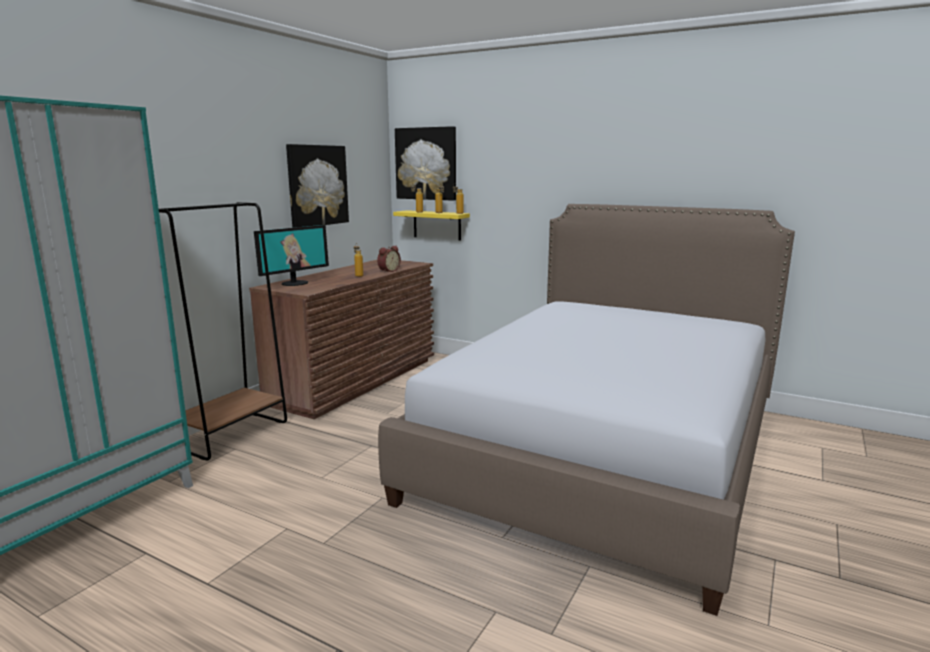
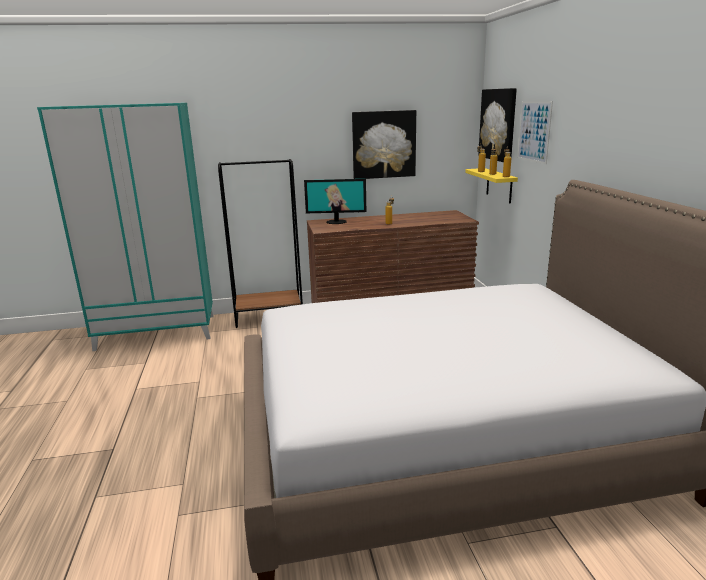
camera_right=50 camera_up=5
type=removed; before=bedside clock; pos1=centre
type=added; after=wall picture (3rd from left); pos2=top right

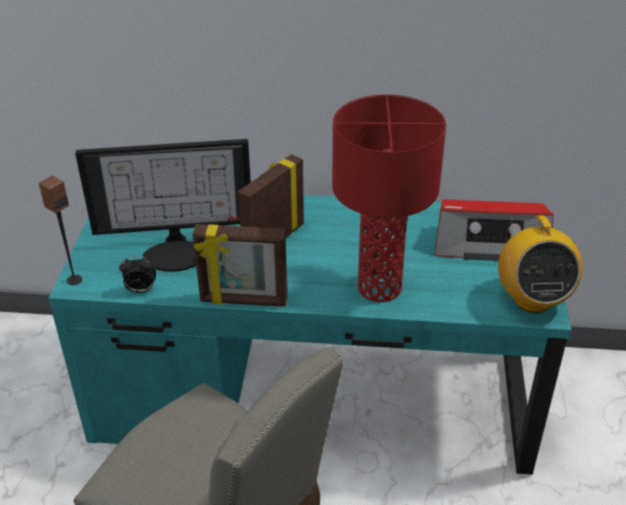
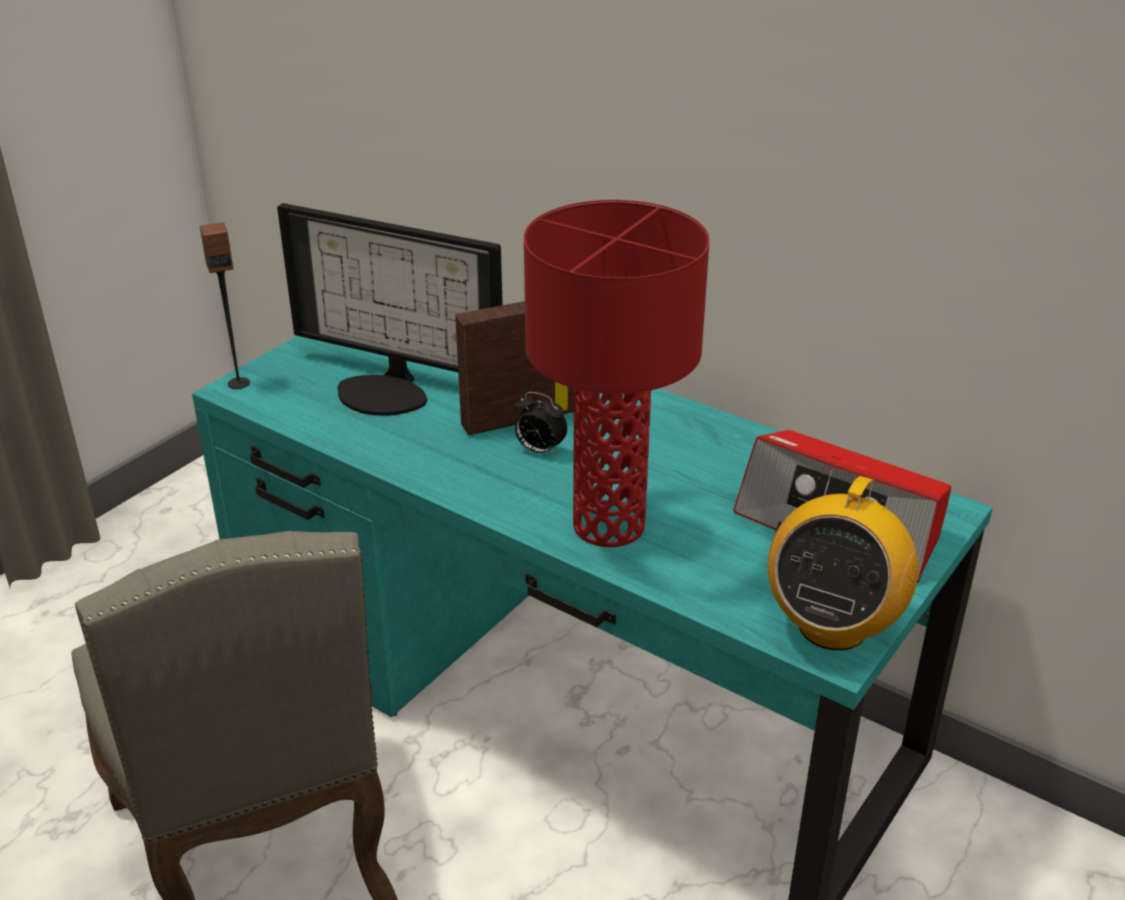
camera_right=30 camera_up=-5
type=removed; before=photo frame (1st from left); pos1=centre
type=moved; before=bedside clock; pos1=middle left; pos2=centre

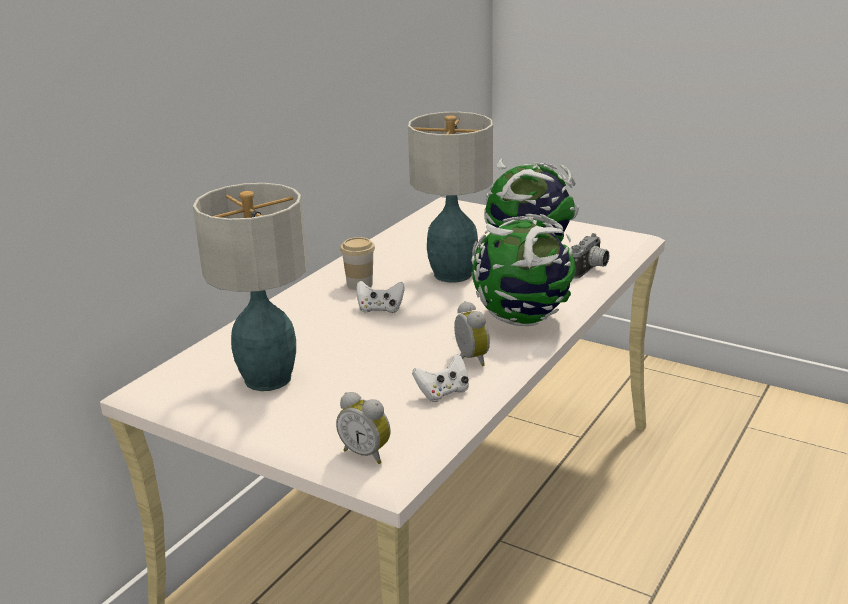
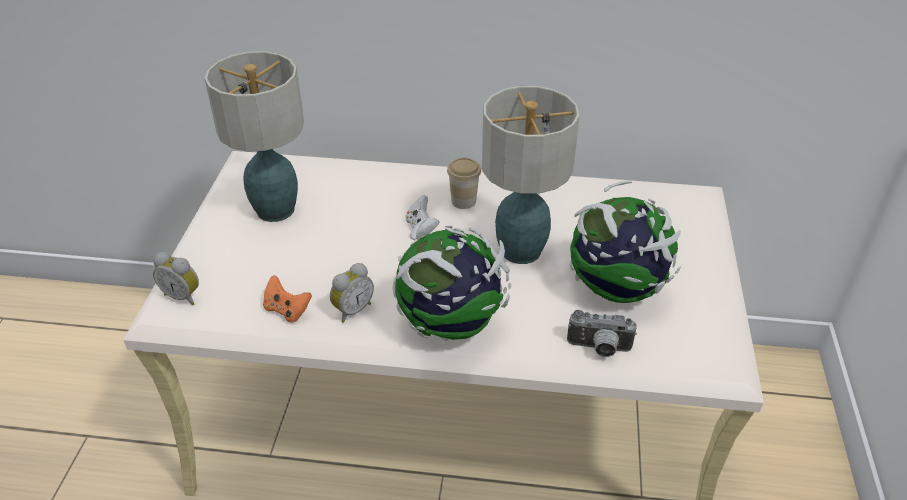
camera_right=65 camera_up=15
type=recoloured; before=joypad (white) (2nd from left); after=joypad (orangey); pos1=centre; pos2=middle left
type=turned; before=bedside clock (1st from left); pos1=bottom centre; pos2=middle left; turn=-75

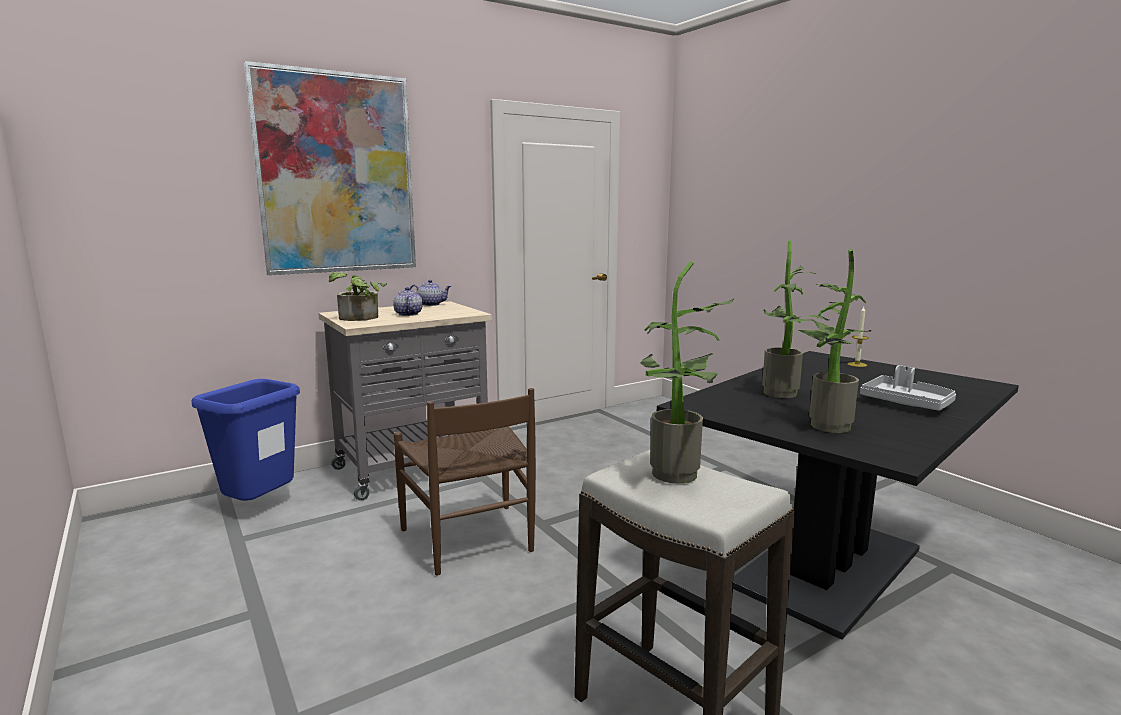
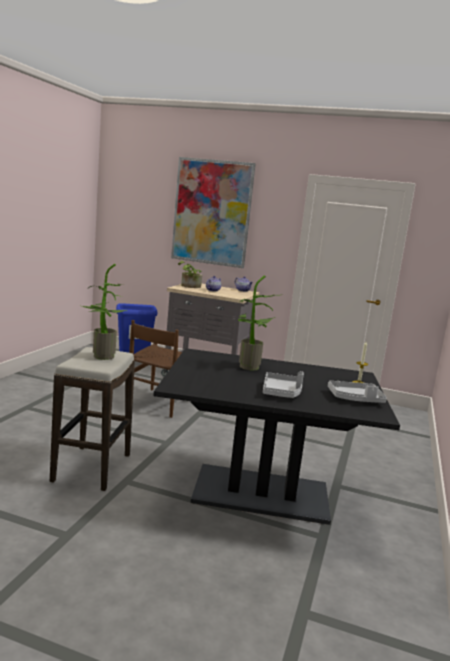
camera_right=50 camera_up=0
type=removed; before=plant in a pot (4th from left); pos1=middle right
type=added; after=serving tray (gray) (2nd from left); pos2=middle right

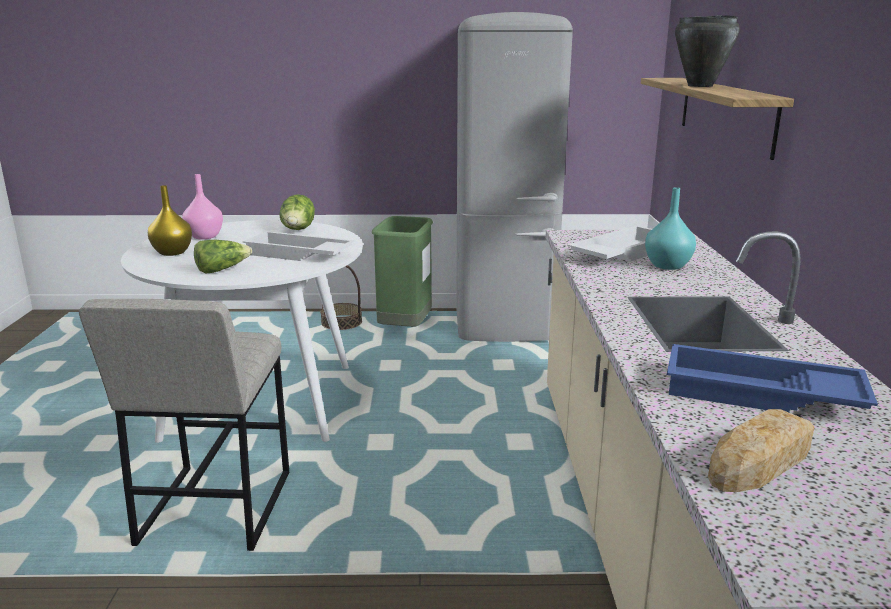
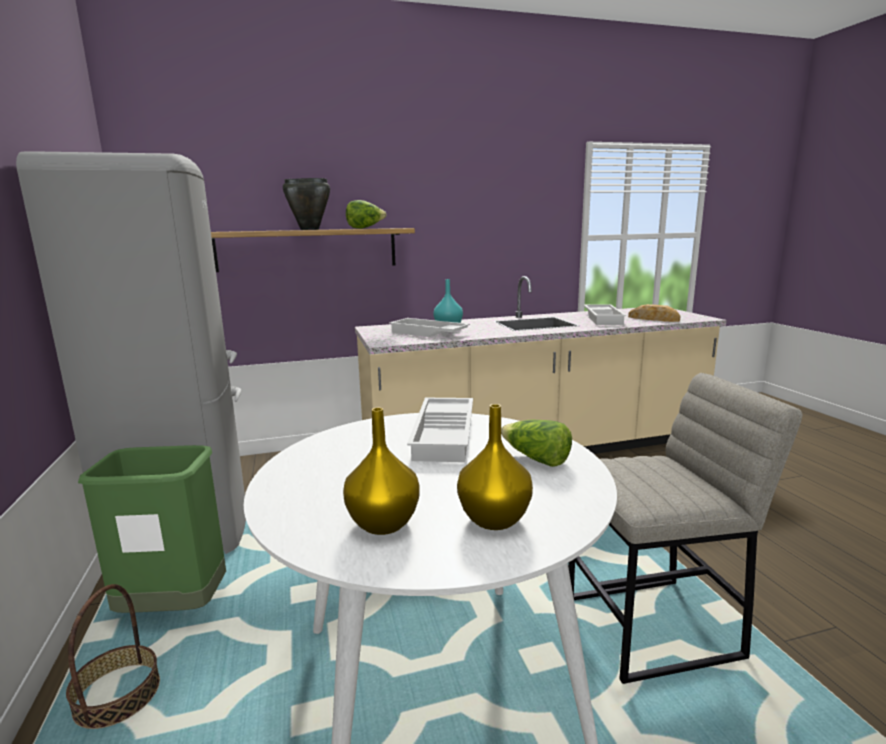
camera_right=-105 camera_up=-5
type=recoloured; before=vase (pinkish); after=vase (yellowish) (1st from left); pos1=middle left; pos2=centre
type=moved; before=lettuce (2nd from left in the first image); after=lettuce (1st from left); pos1=centre; pos2=top centre
type=recoloured; before=serving tray (blue-coloured); after=serving tray (white) (3rd from left); pos1=middle right; pos2=middle right

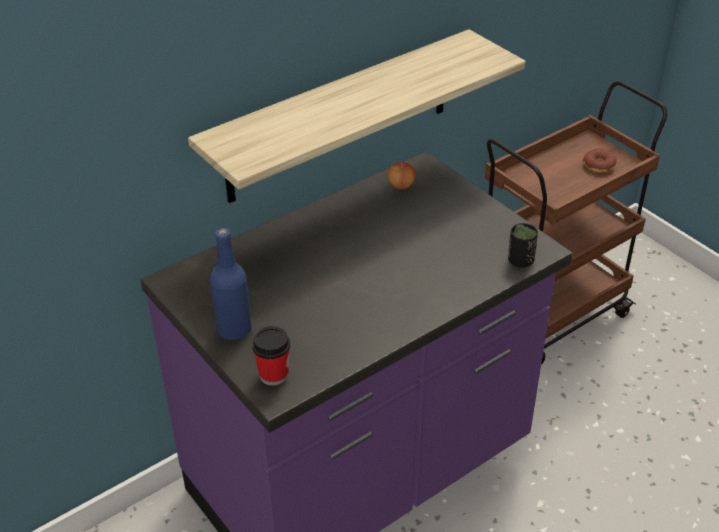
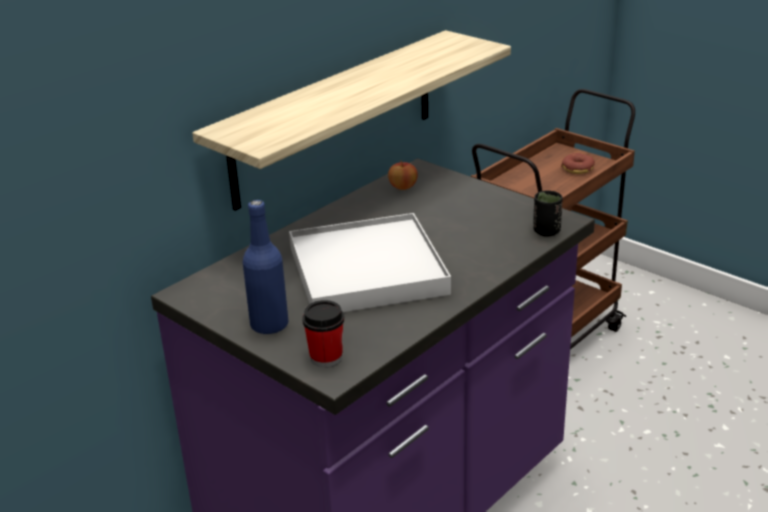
camera_right=-10 camera_up=-10
type=added; after=serving tray (white); pos2=centre

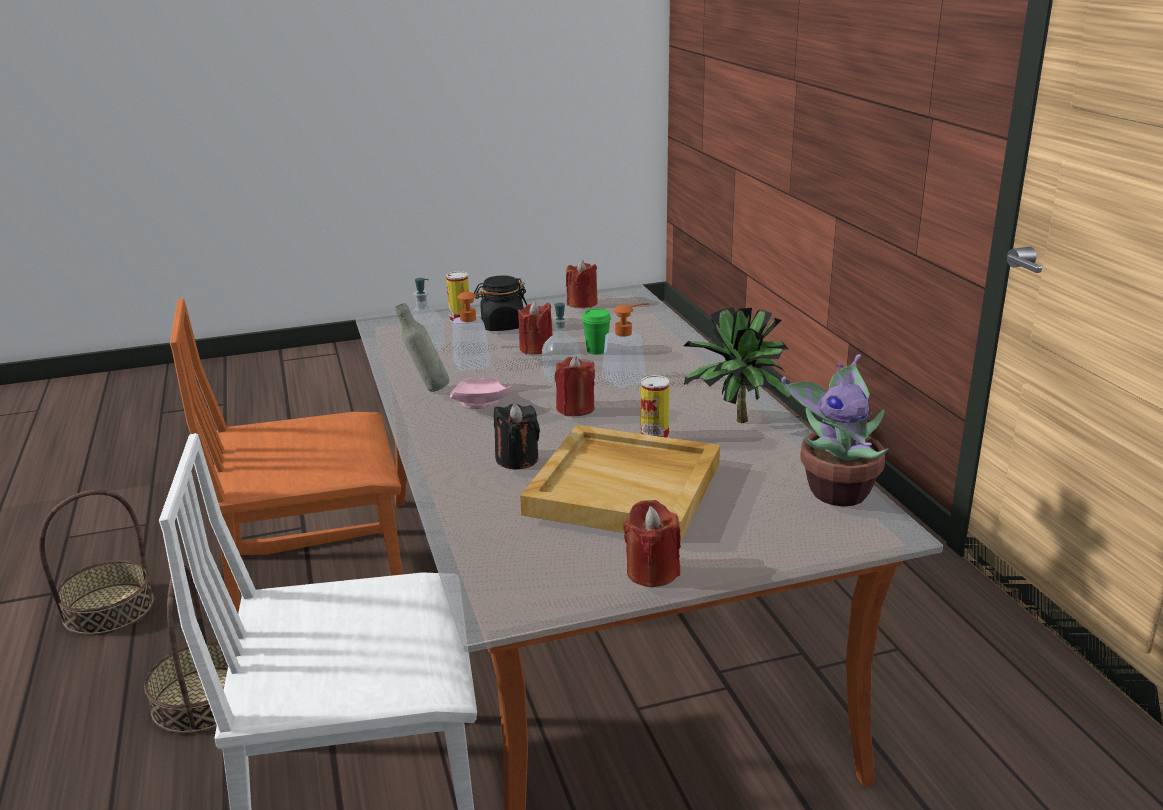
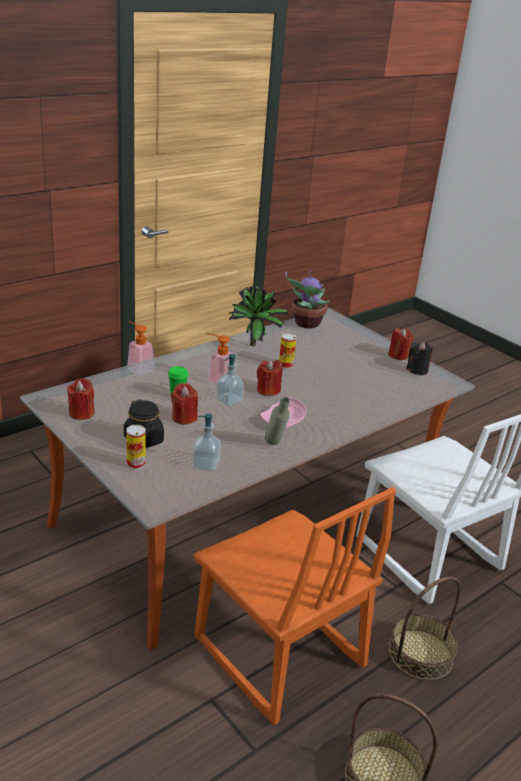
camera_right=-115 camera_up=5
type=moved; before=soap bottle (2nd from left in the first image); after=soap bottle (1st from left); pos1=centre; pos2=middle left
type=moved; before=wax candle (blackish); pos1=centre; pos2=middle right
type=removed; before=serving tray (sand-coloured); pos1=centre

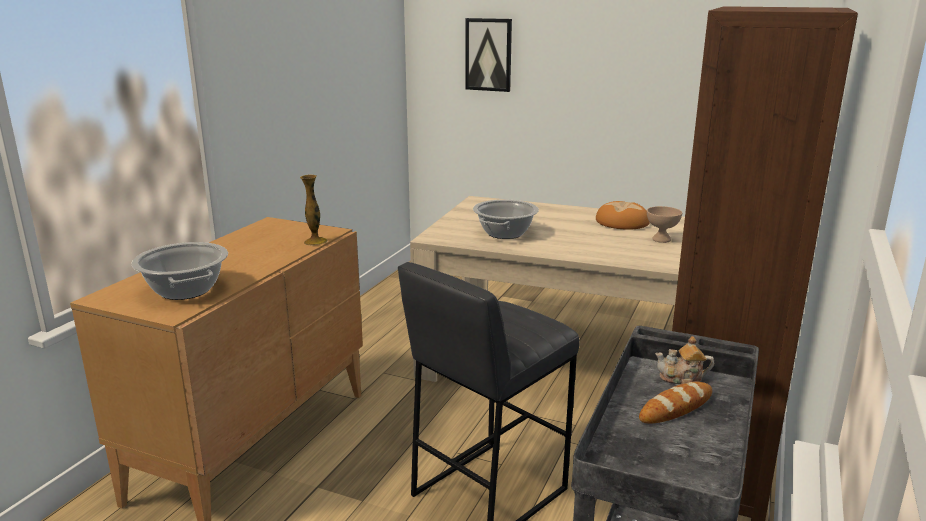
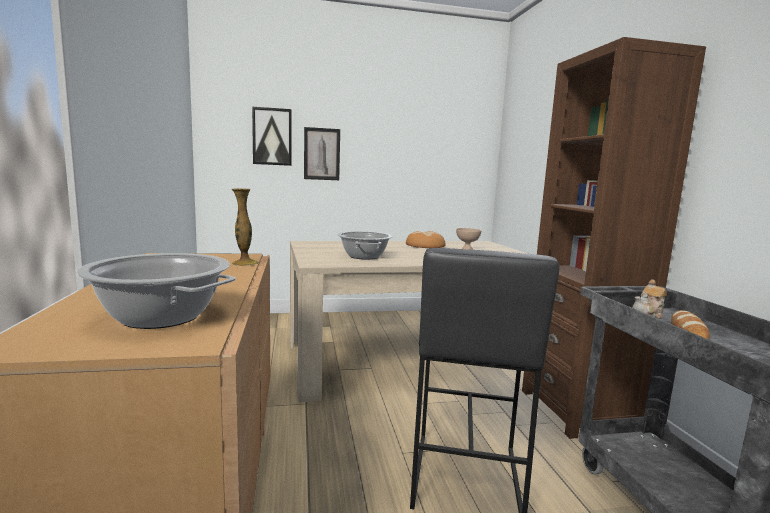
camera_right=-35 camera_up=-10
type=added; after=wall picture (2nd from left); pos2=top centre

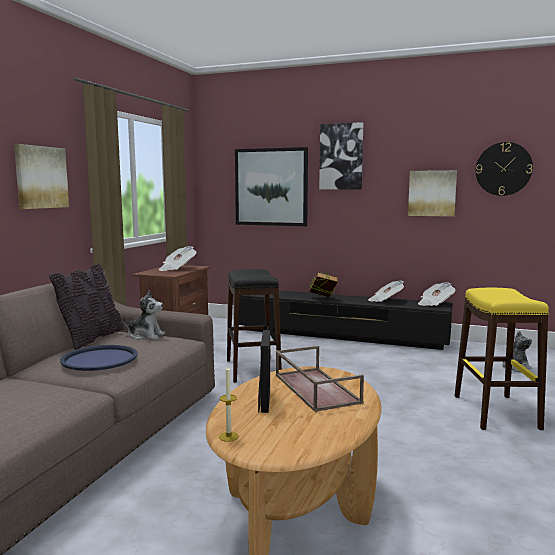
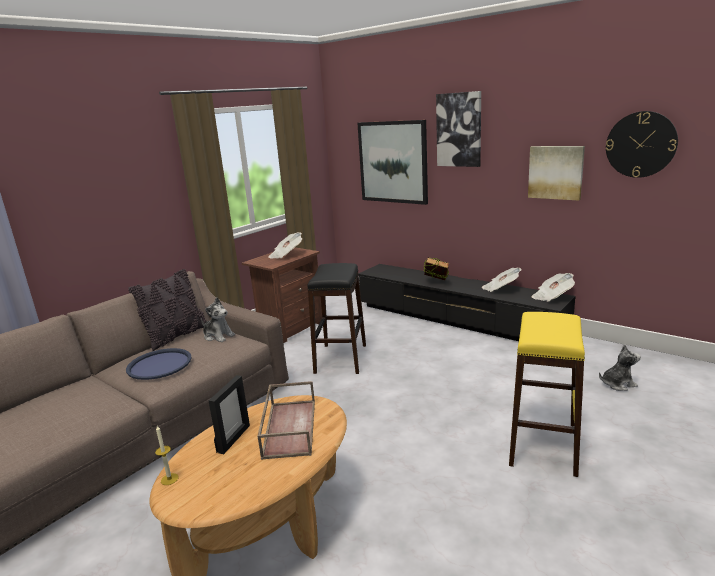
camera_right=20 camera_up=10
type=removed; before=wall picture (1st from left); pos1=top left

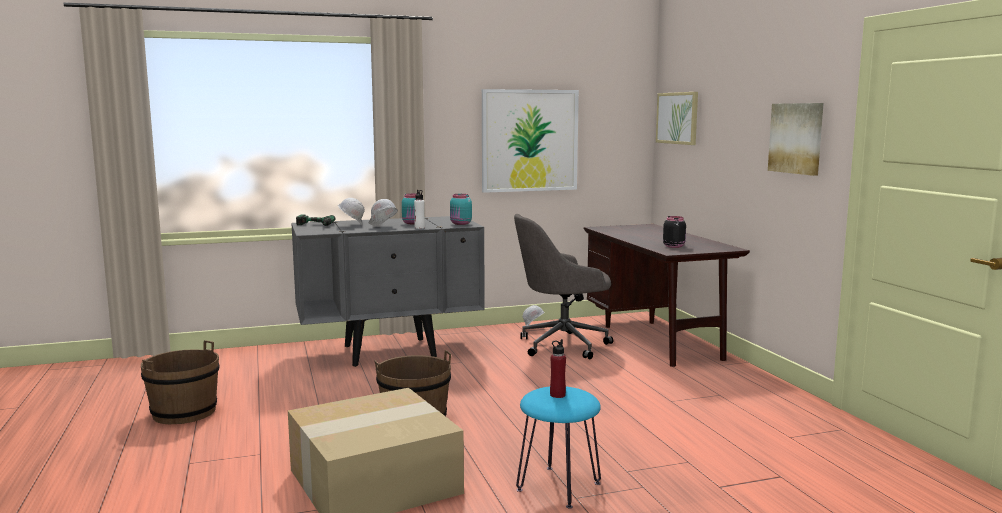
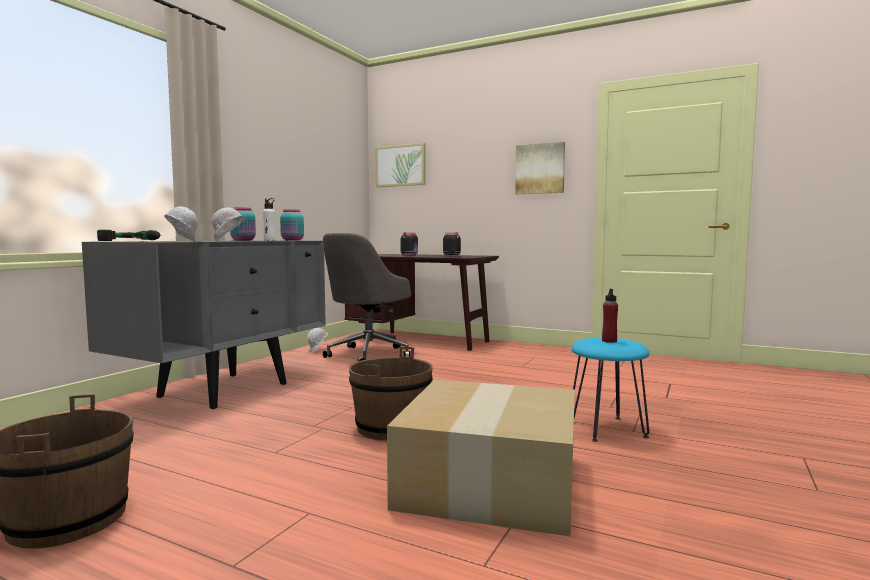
camera_right=-45 camera_up=-5
type=removed; before=wall picture (1st from left); pos1=top centre
type=added; after=storage jar (blackish) (1st from left); pos2=centre

